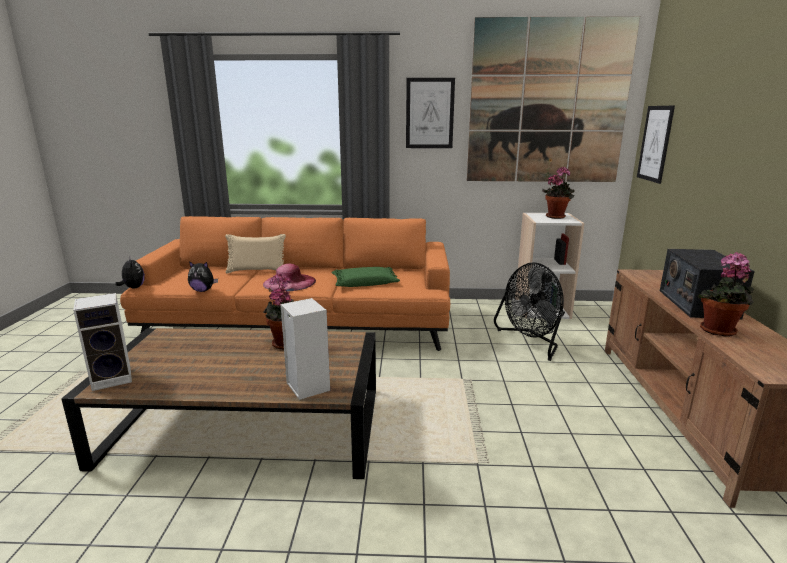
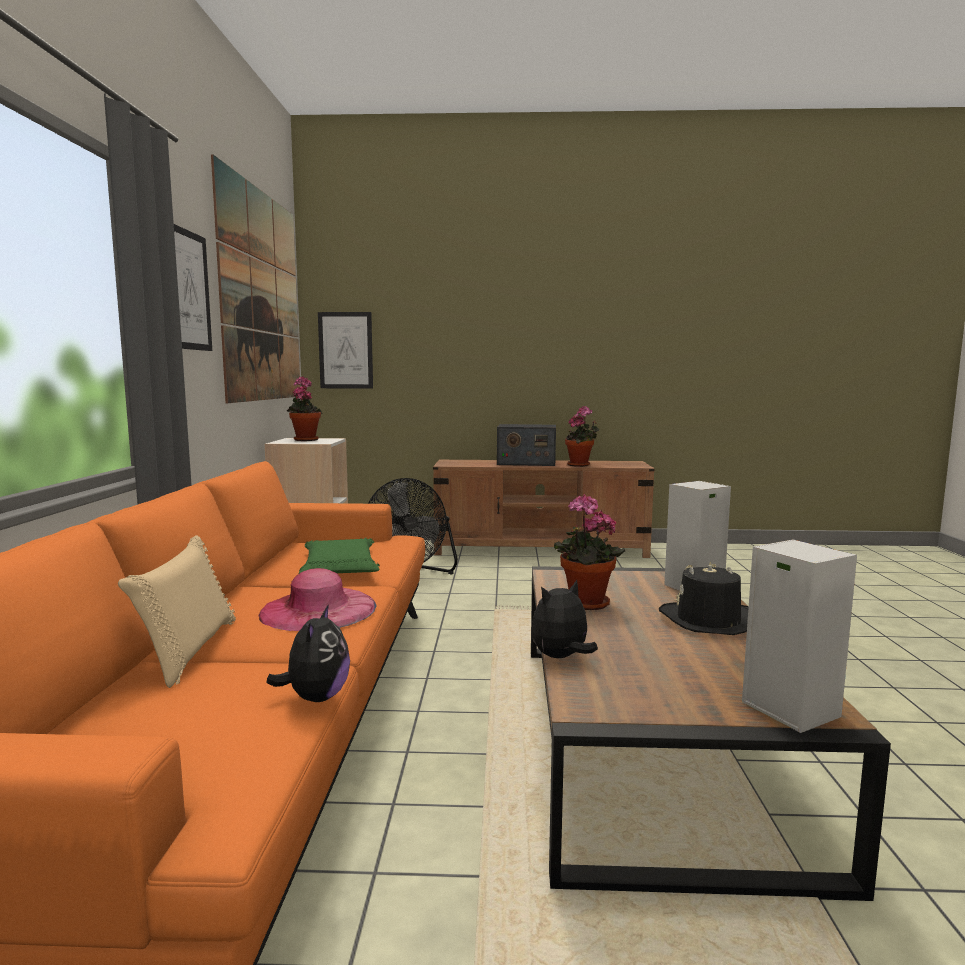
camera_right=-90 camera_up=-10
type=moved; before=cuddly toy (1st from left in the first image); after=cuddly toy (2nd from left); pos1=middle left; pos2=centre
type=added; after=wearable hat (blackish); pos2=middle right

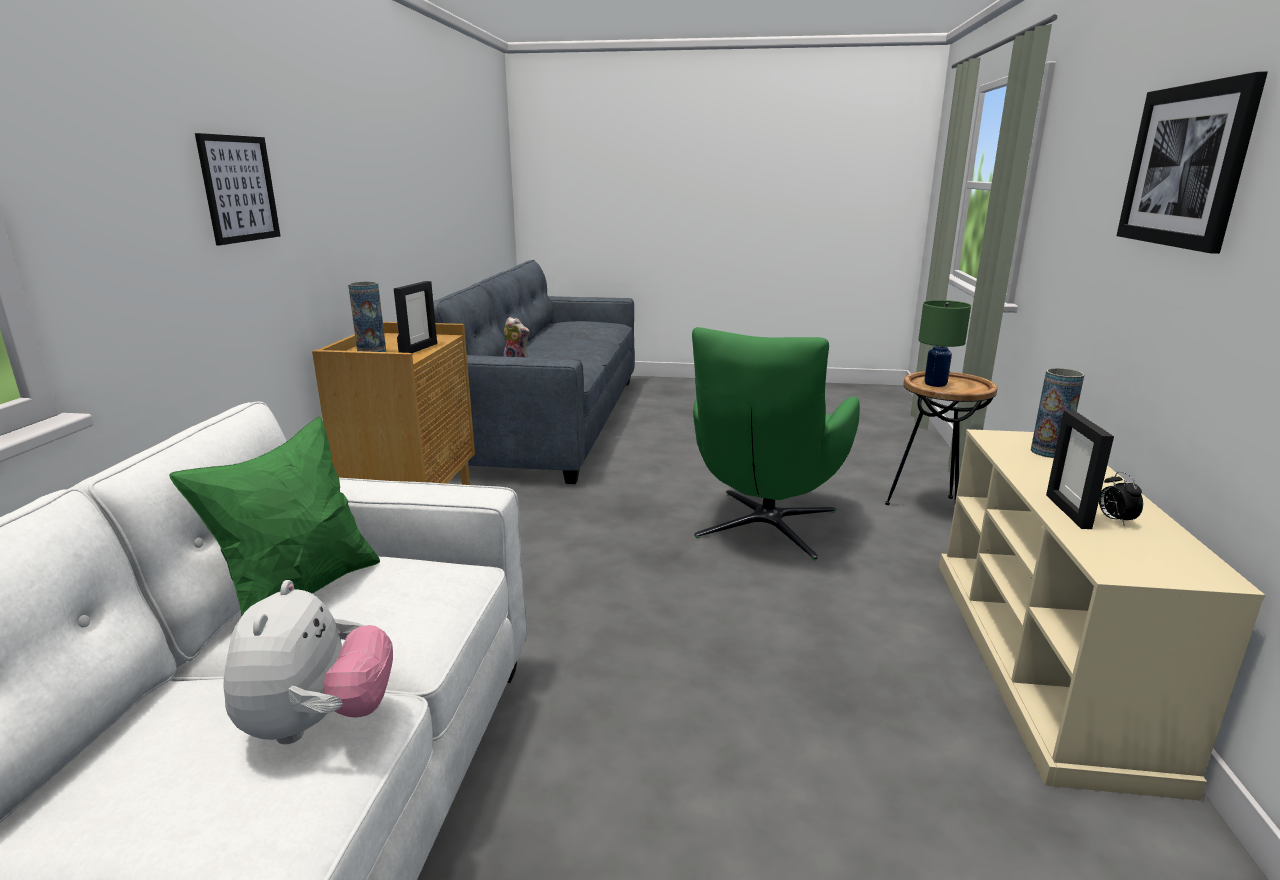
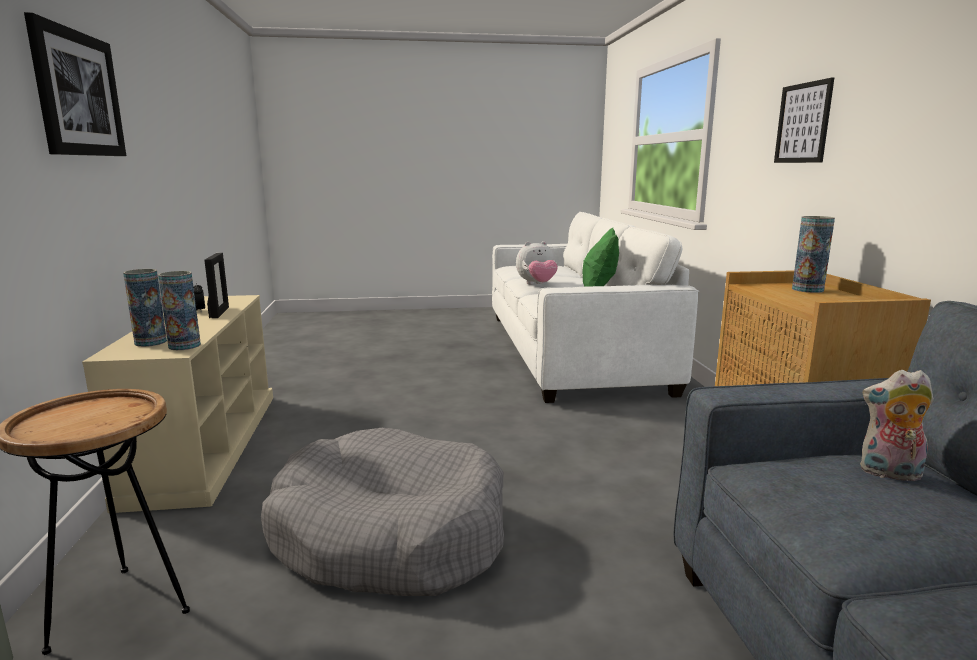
camera_right=165 camera_up=-5
type=removed; before=photo frame (1st from left); pos1=middle left
type=removed; before=tabletop lamp (green-coloured); pos1=middle right
type=replaced; before=easy chair (green-coloured); after=dog cushion (gray); pos1=centre; pos2=bottom centre
type=turned; before=cuddly toy (1st from left); pos1=bottom left; pos2=centre; turn=-90
type=added; after=vase (2nd from left); pos2=middle left

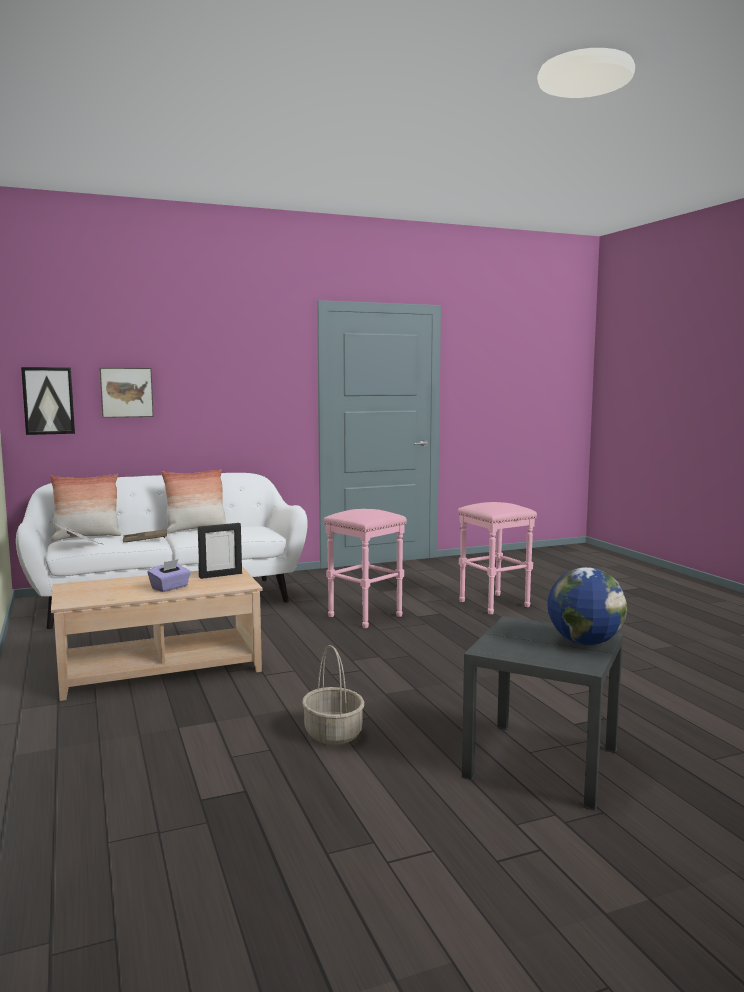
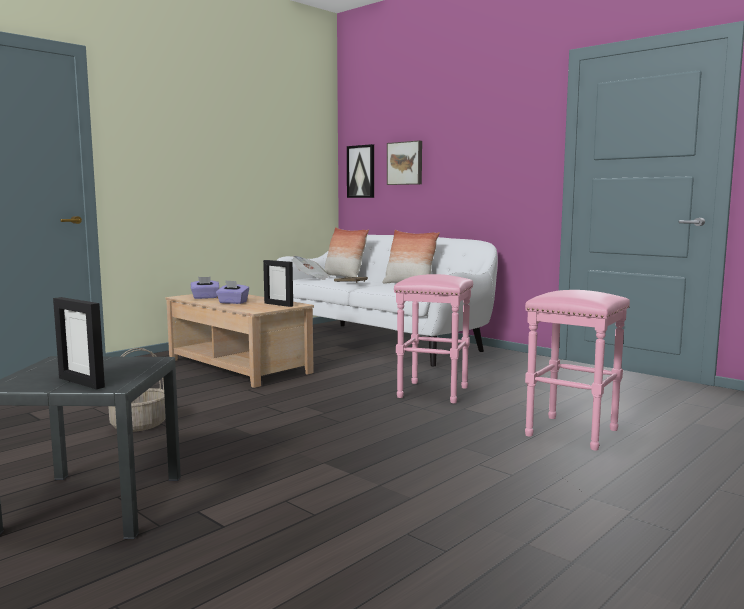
camera_right=65 camera_up=0
type=replaced; before=globe; after=photo frame (1st from left); pos1=middle right; pos2=middle left
type=added; after=tissue box (purple-coloured) (1st from left); pos2=middle left

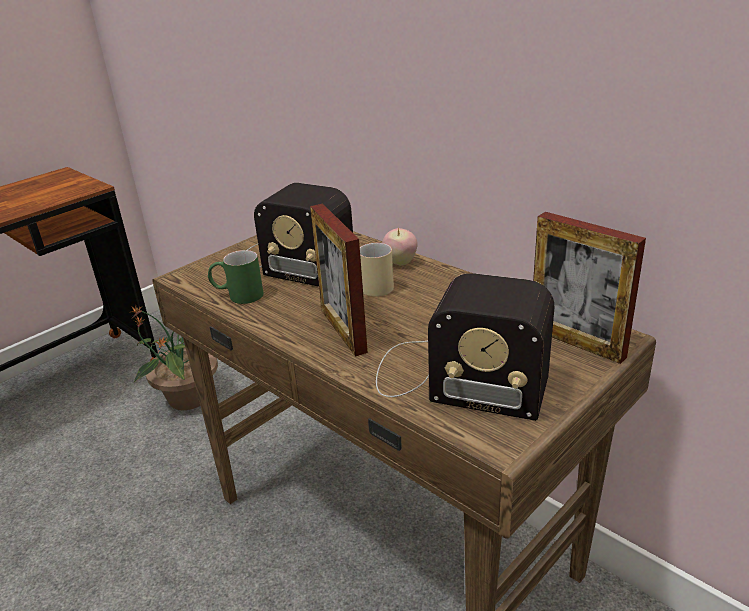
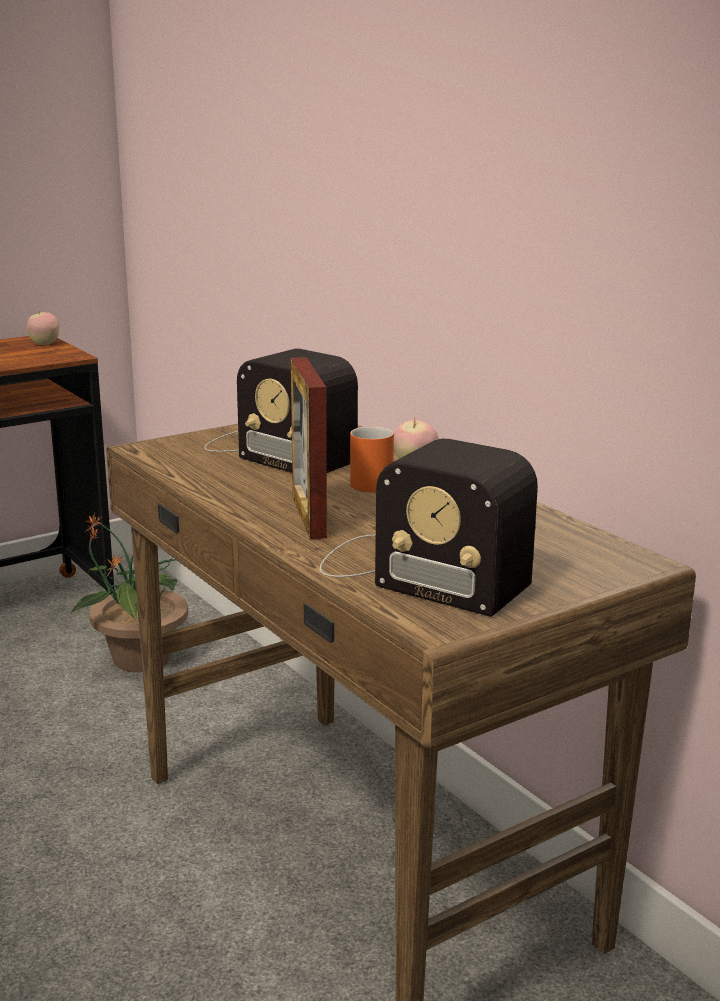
camera_right=10 camera_up=-10
type=removed; before=photo frame (2nd from left); pos1=middle right
type=recoloured; before=coffee mug (sand-coloured); after=coffee mug (orangey); pos1=centre; pos2=centre
type=removed; before=coffee mug (green-coloured); pos1=middle left
type=added; after=whole apple (1st from left); pos2=top left

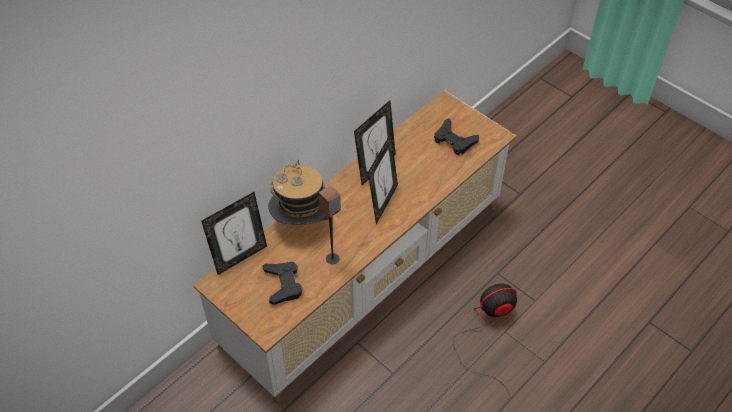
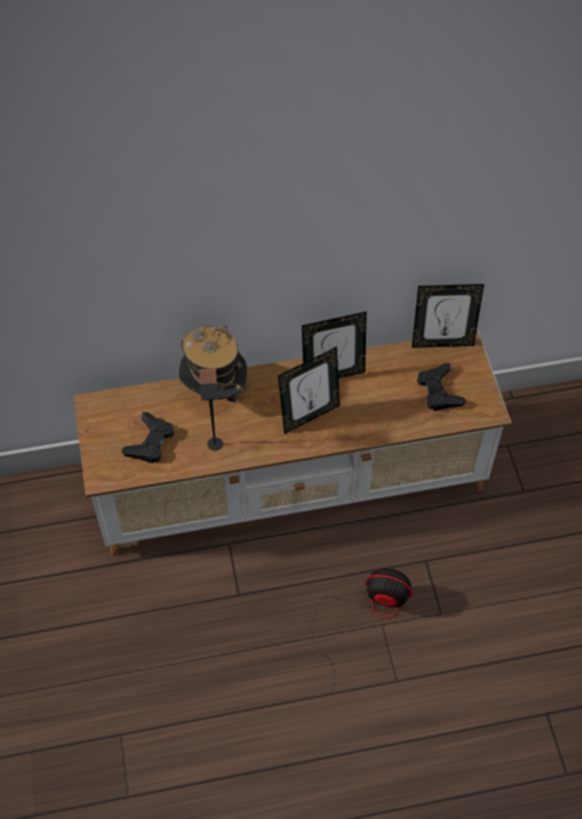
camera_right=35 camera_up=5
type=moved; before=photo frame (1st from left in the first image); after=photo frame (3rd from left); pos1=middle left; pos2=middle right

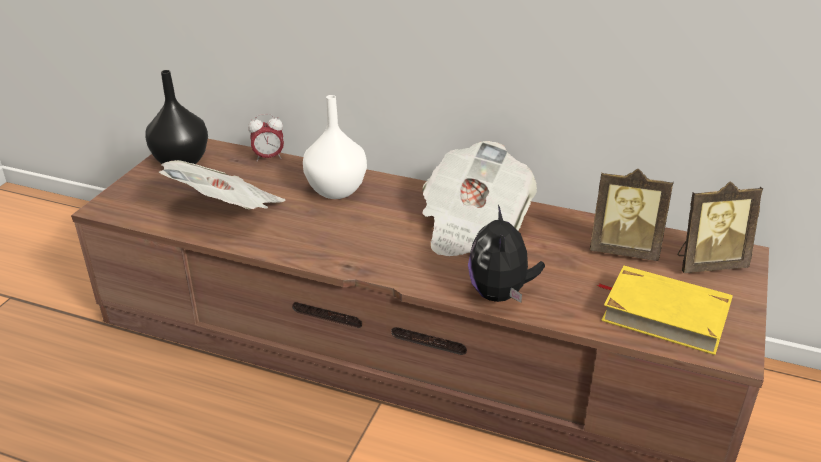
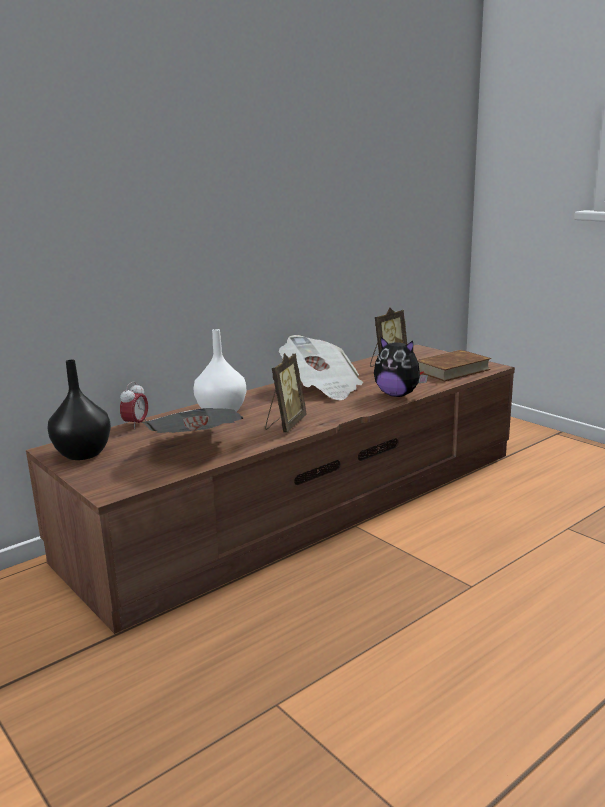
camera_right=-60 camera_up=-15
type=moved; before=photo frame (2nd from left in the first image); after=photo frame (1st from left); pos1=middle right; pos2=centre
type=recoloured; before=volume (yellowish); after=volume (brownish); pos1=bottom right; pos2=middle right

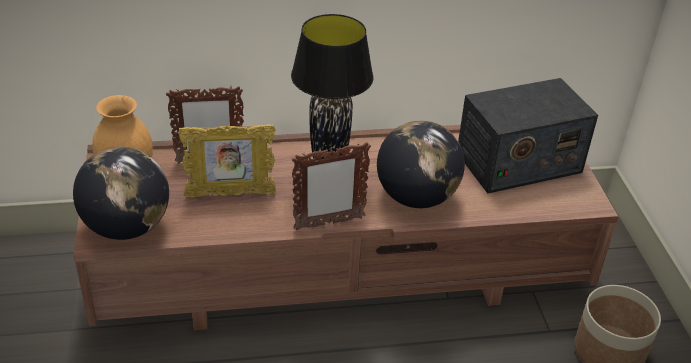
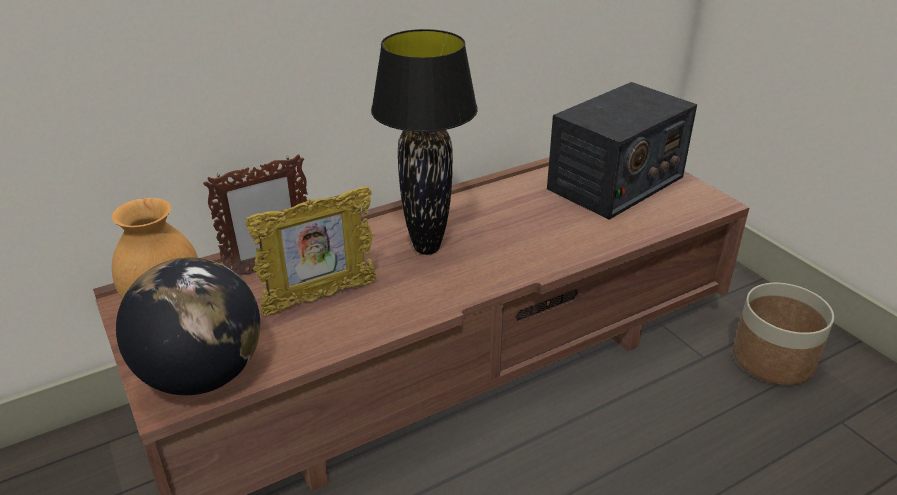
camera_right=-20 camera_up=-5
type=removed; before=globe (2nd from left); pos1=centre
type=removed; before=photo frame (3rd from left); pos1=centre

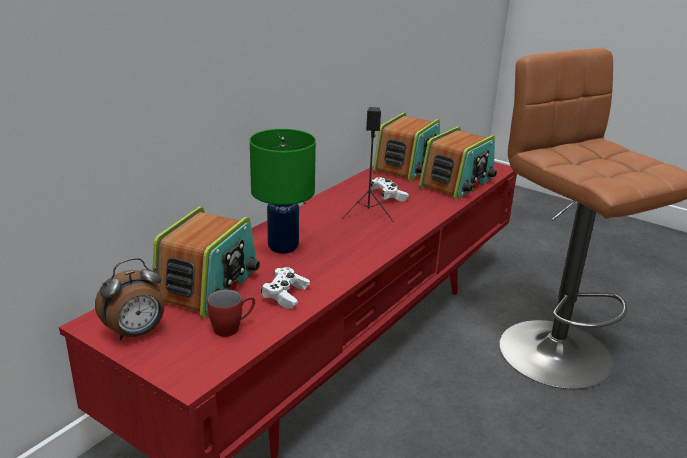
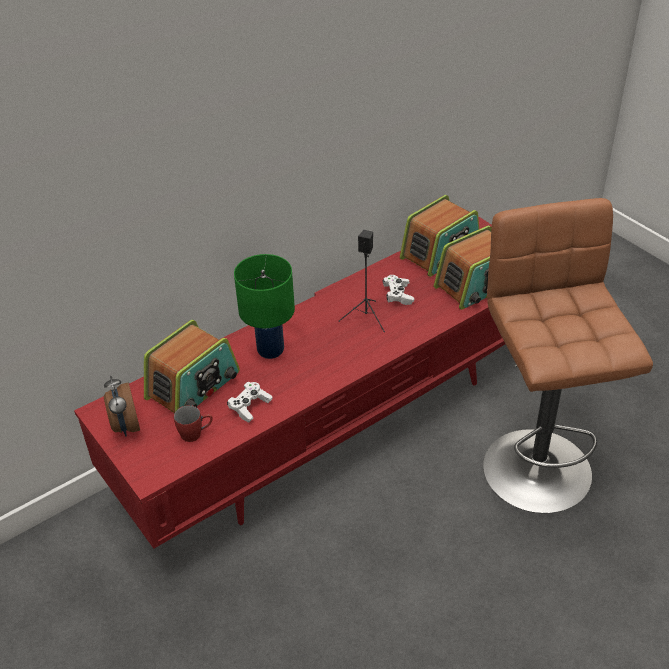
camera_right=20 camera_up=15
type=turned; before=bedside clock; pos1=middle left; pos2=middle left; turn=90

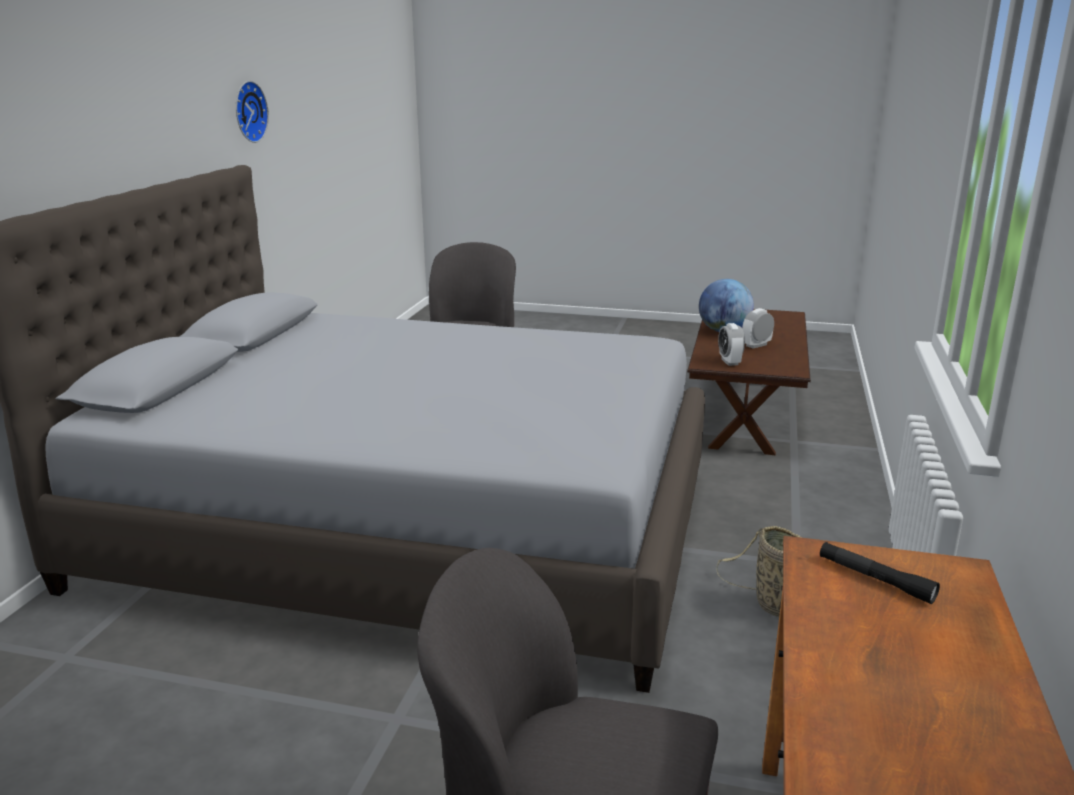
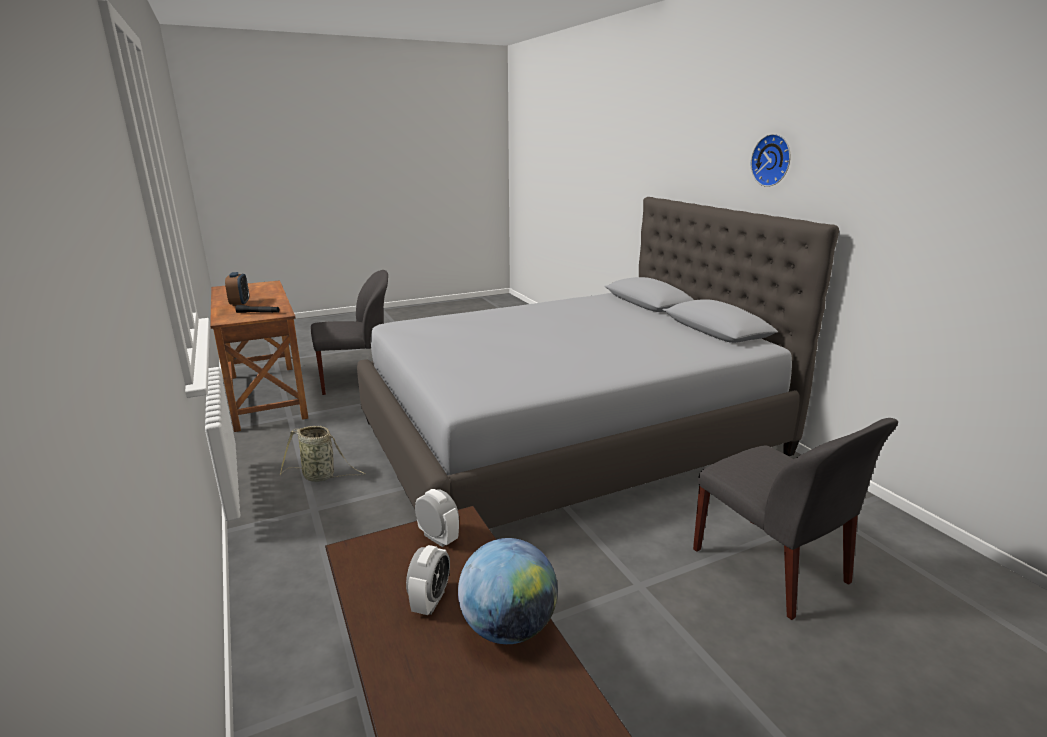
camera_right=140 camera_up=0
type=moved; before=wall clock; pos1=top left; pos2=top right
type=added; after=bedside clock (1st from left); pos2=middle left

